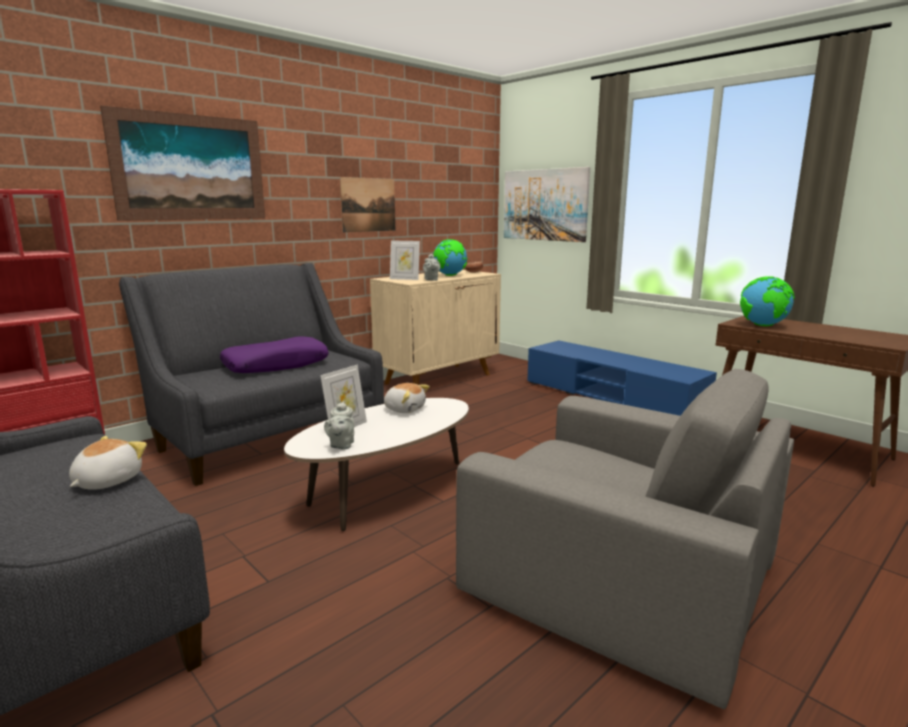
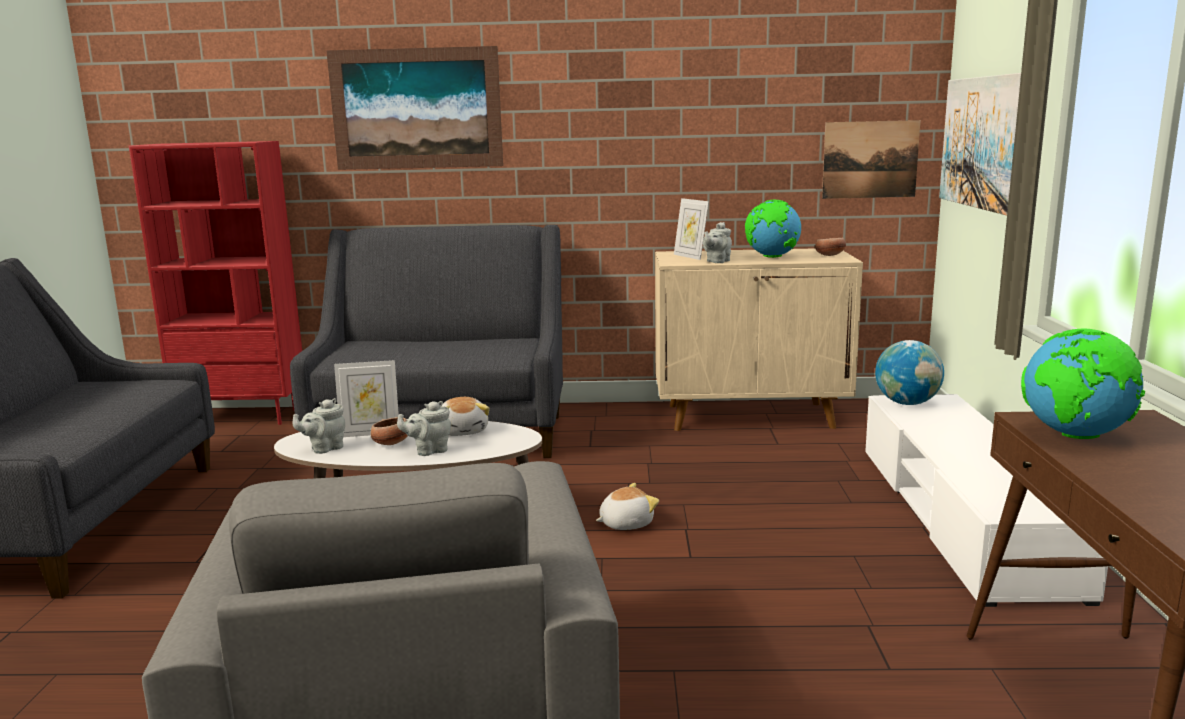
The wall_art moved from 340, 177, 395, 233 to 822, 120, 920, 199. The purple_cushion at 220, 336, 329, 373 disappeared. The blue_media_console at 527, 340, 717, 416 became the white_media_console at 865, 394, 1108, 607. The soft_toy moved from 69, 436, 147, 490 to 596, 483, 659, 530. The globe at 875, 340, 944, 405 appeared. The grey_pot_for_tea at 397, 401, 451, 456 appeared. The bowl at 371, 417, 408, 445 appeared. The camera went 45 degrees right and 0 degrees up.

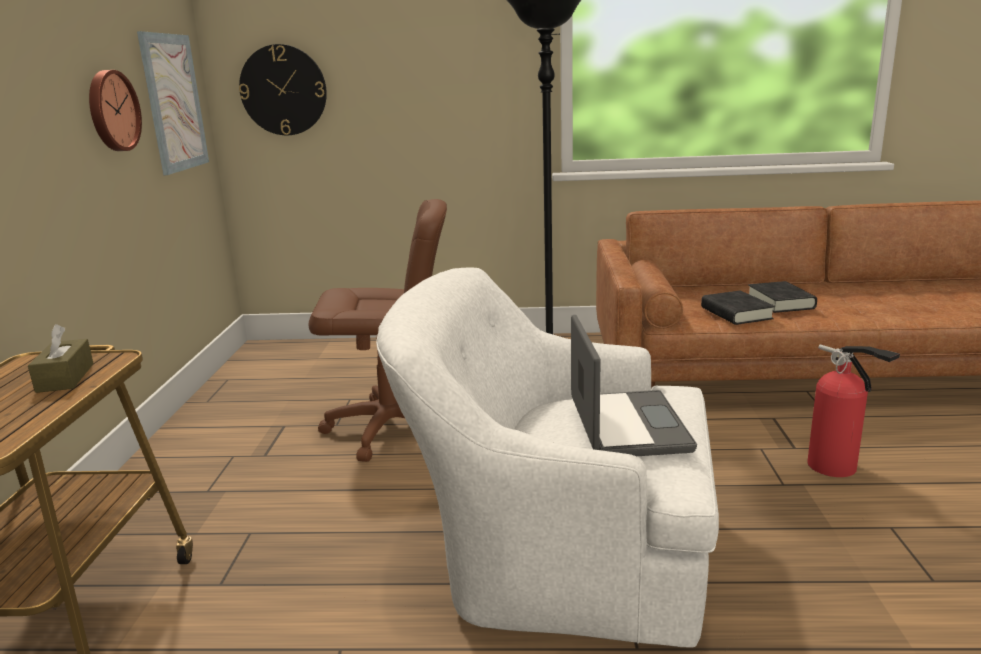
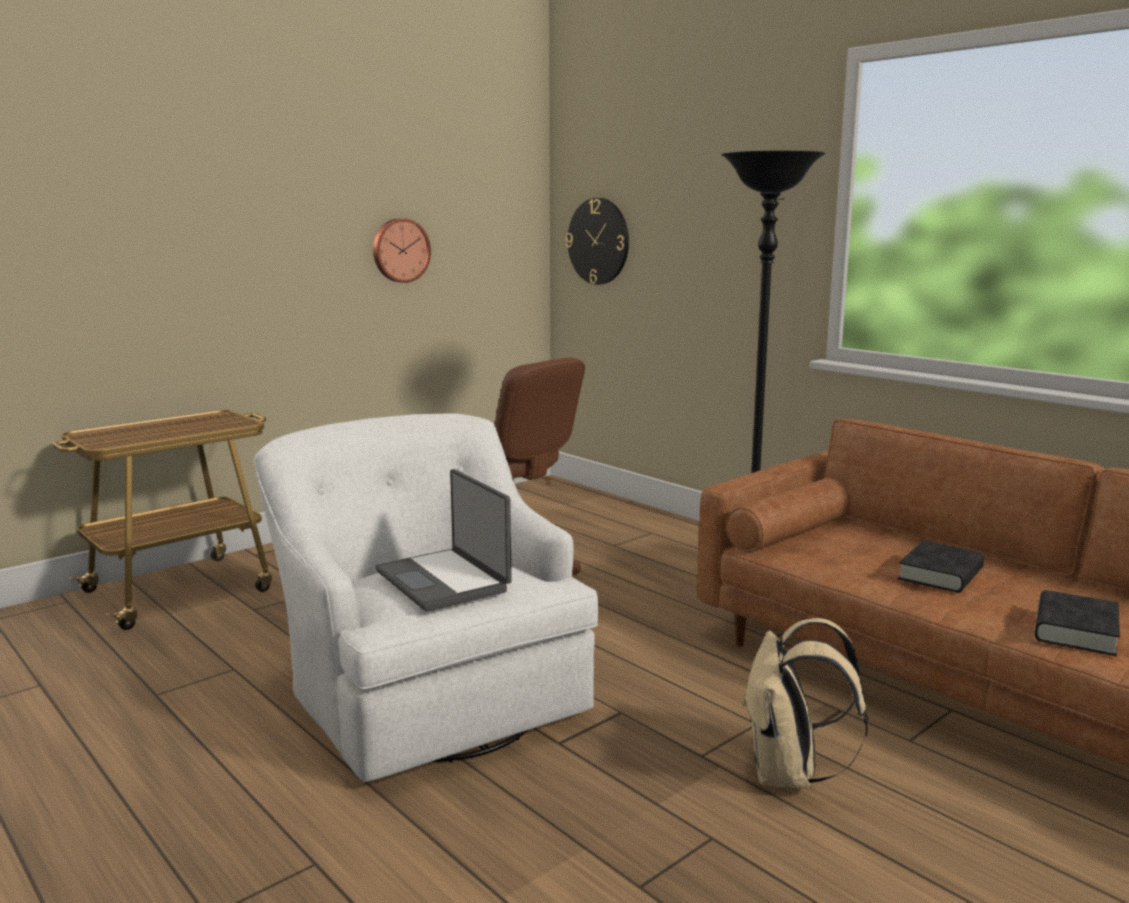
The wall_art at 137, 31, 209, 175 disappeared. The black_volume moved from 701, 290, 775, 325 to 1035, 590, 1120, 656. The laptop at 571, 315, 697, 456 turned 105 degrees clockwise. The brown_tissue_box at 28, 324, 94, 393 disappeared. The fire_extinguisher at 807, 344, 900, 477 was replaced by the beige_rucksack at 743, 618, 868, 790. The camera went 45 degrees right and 5 degrees down.

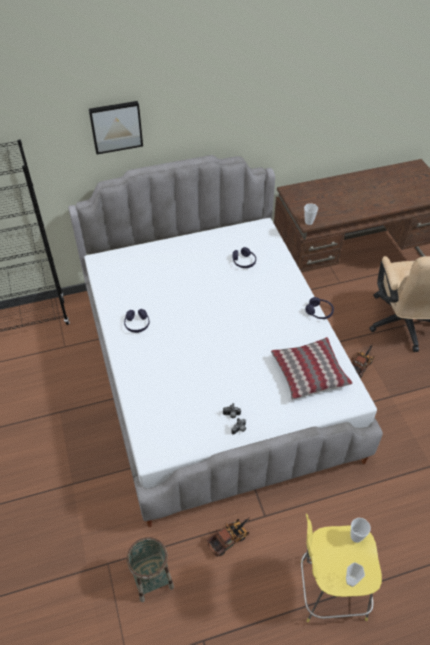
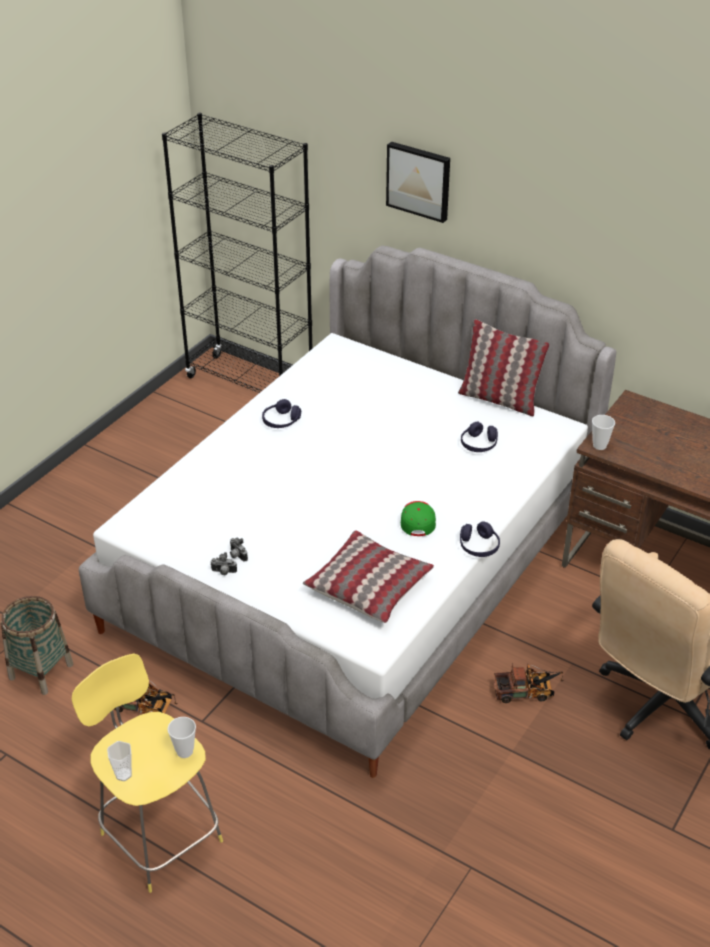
The cushion at 458, 319, 549, 416 appeared. The green-coloured_baseball_cap at 401, 501, 436, 536 appeared. The camera went 50 degrees right and 10 degrees down.

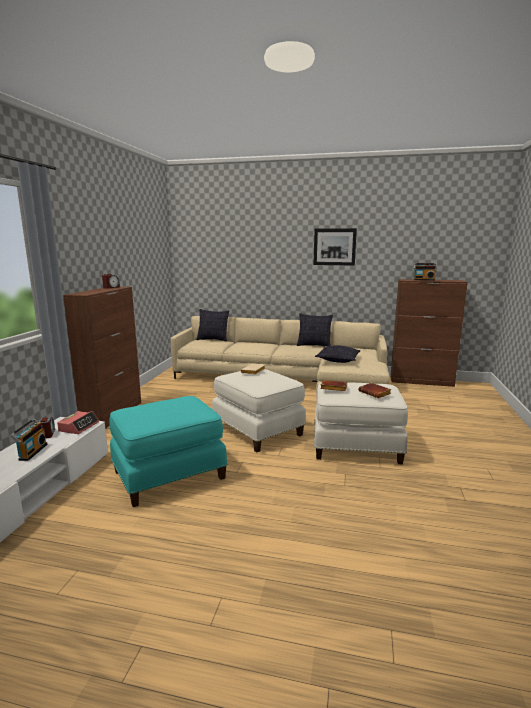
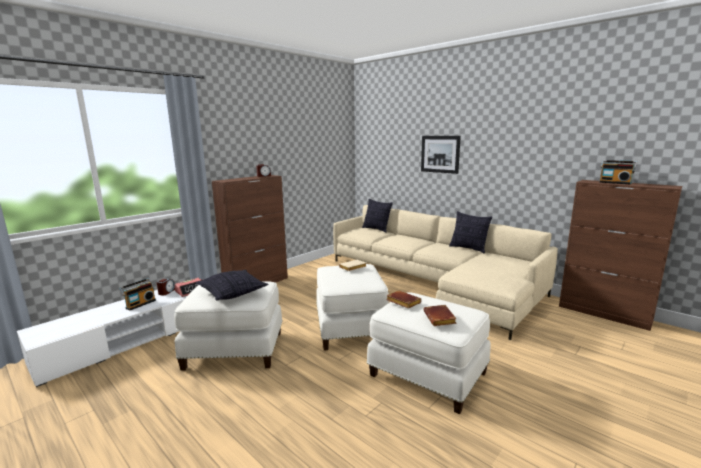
The wall_art moved from 314, 228, 357, 265 to 421, 136, 461, 174. The cushion moved from 315, 345, 361, 363 to 196, 270, 268, 301. The blue-green_pouffe at 109, 396, 227, 507 became the white_pouffe at 174, 281, 282, 370. The camera went 30 degrees right and 0 degrees up.

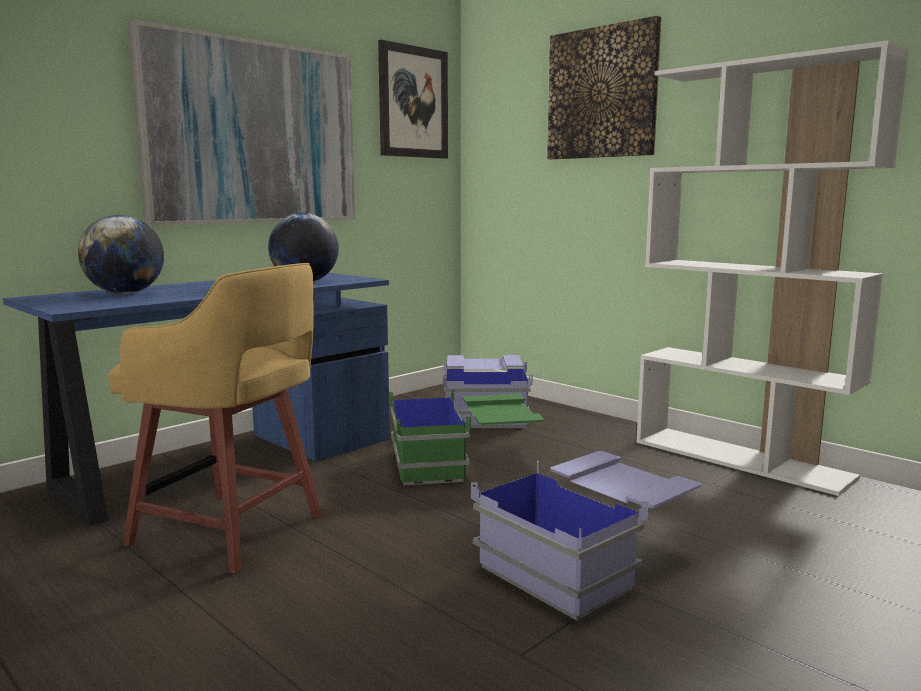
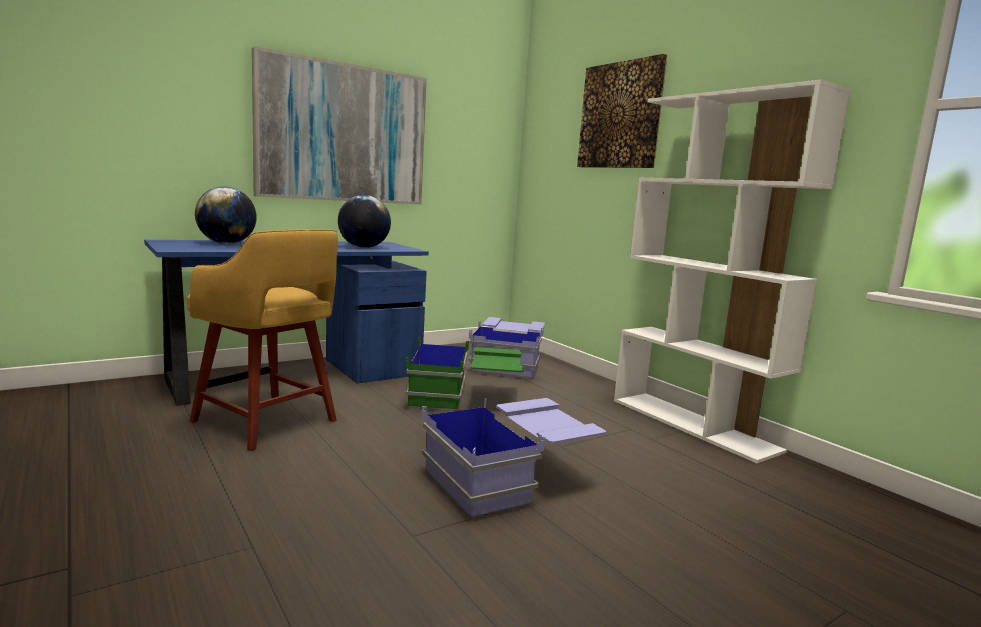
The wall_art at 378, 40, 448, 159 disappeared. The camera went 10 degrees right and 0 degrees up.

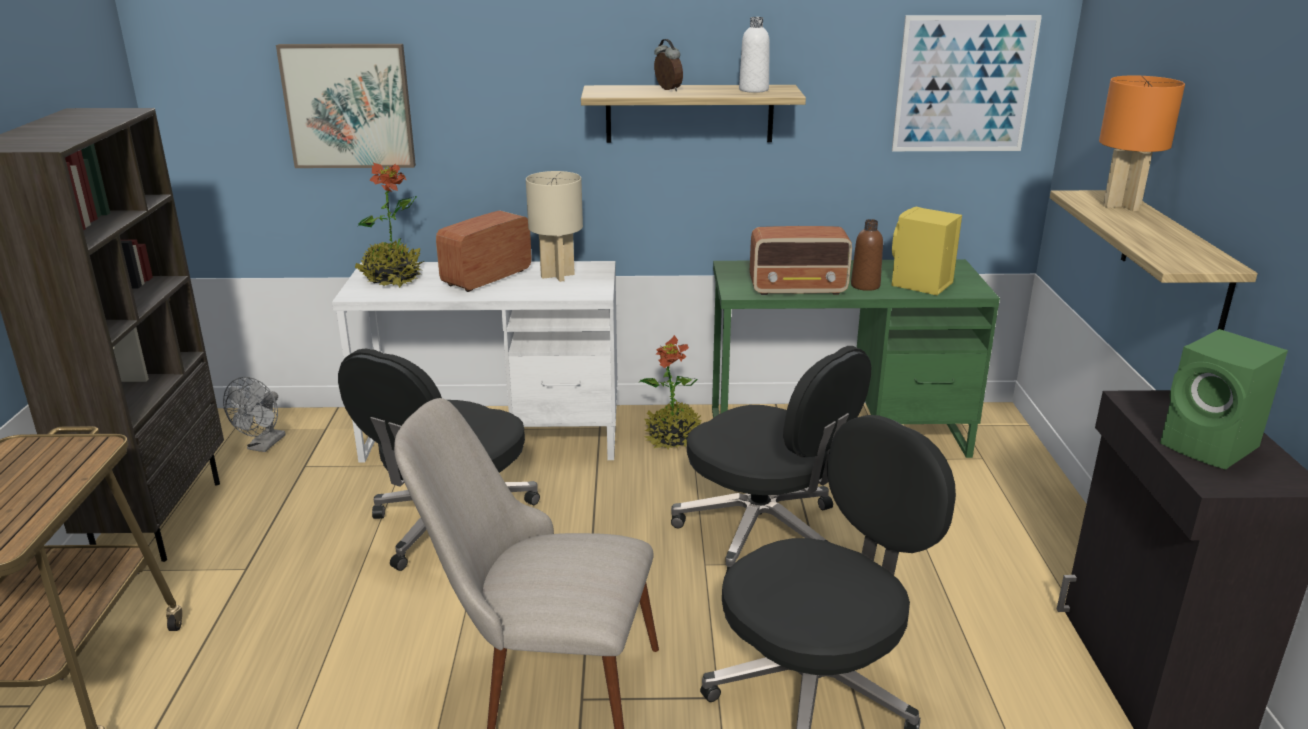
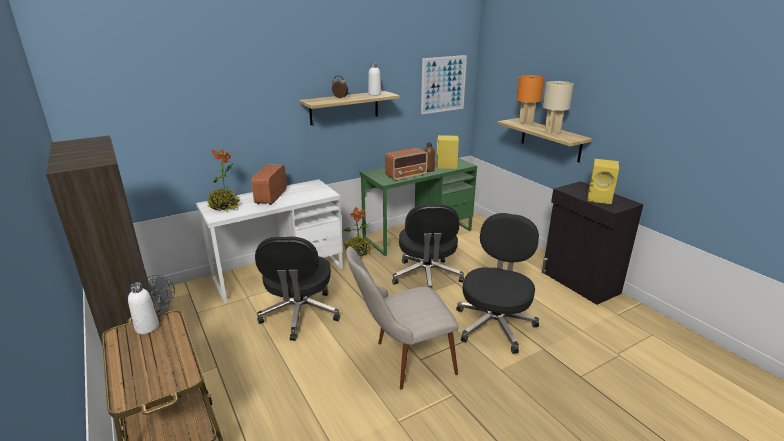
The wall_art at 276, 44, 416, 168 disappeared. The beige_table_lamp moved from 526, 171, 583, 282 to 543, 81, 574, 134. The green-coloured_loudspeaker at 1160, 329, 1288, 470 became the yellowish_loudspeaker at 587, 159, 619, 204. The black_computer_chair at 671, 346, 871, 573 turned 75 degrees clockwise. The white_beverage_bottle at 128, 282, 159, 334 appeared. The camera went 30 degrees left and 0 degrees up.

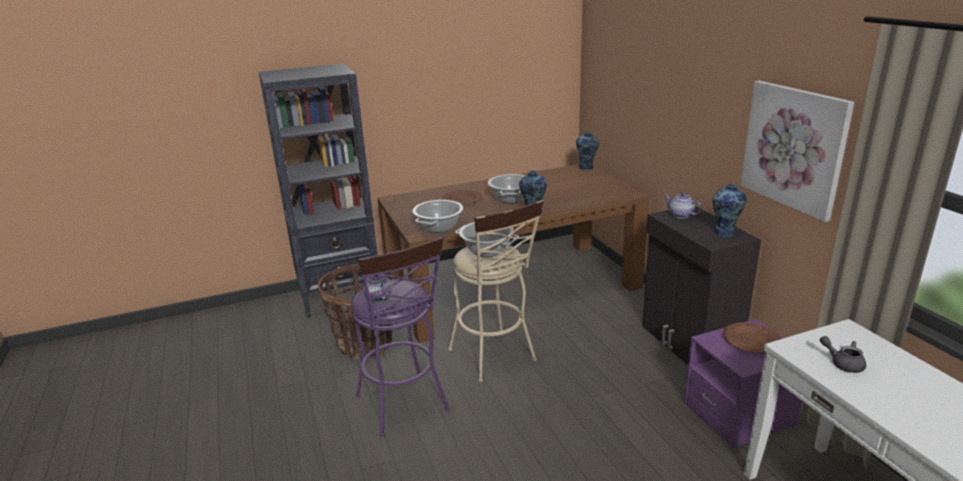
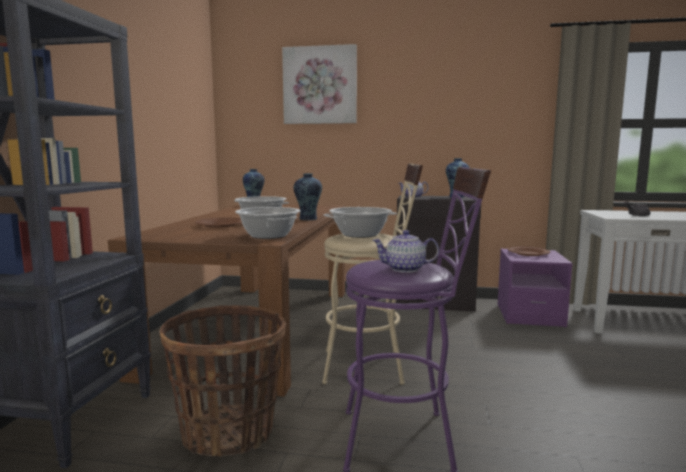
The wall_art moved from 740, 81, 854, 222 to 282, 44, 357, 124. The camera went 60 degrees left and 15 degrees down.

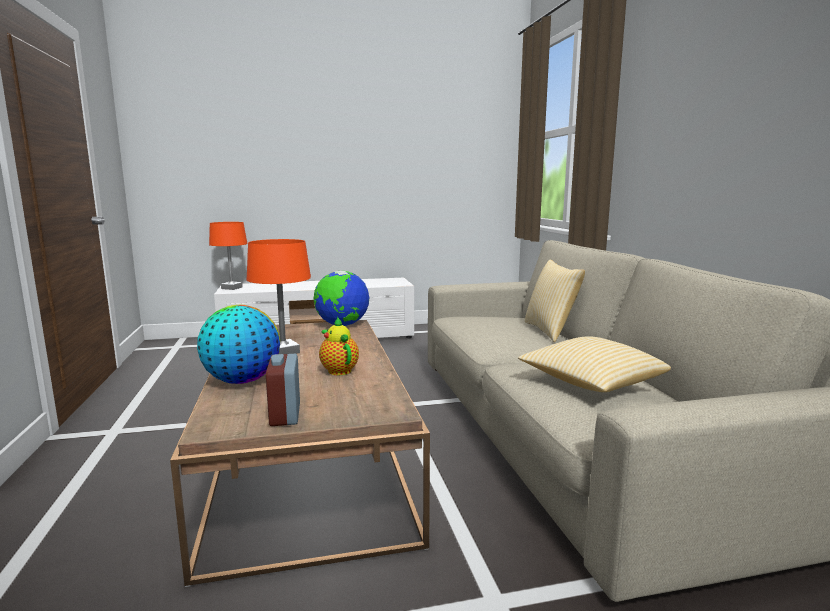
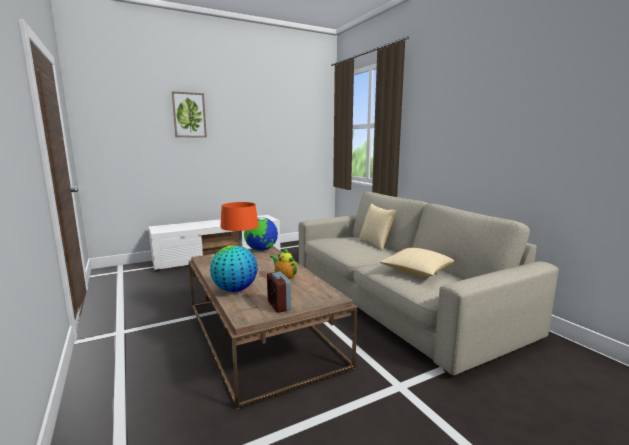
The orange-coloured_table_lamp at 209, 222, 247, 290 disappeared. The wall_art at 172, 91, 207, 137 appeared. The camera went 15 degrees left and 0 degrees up.

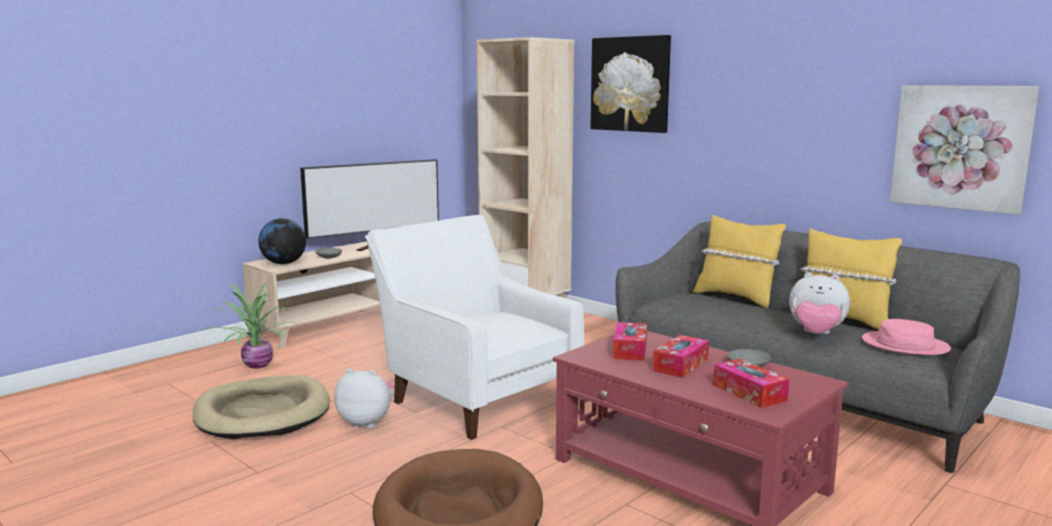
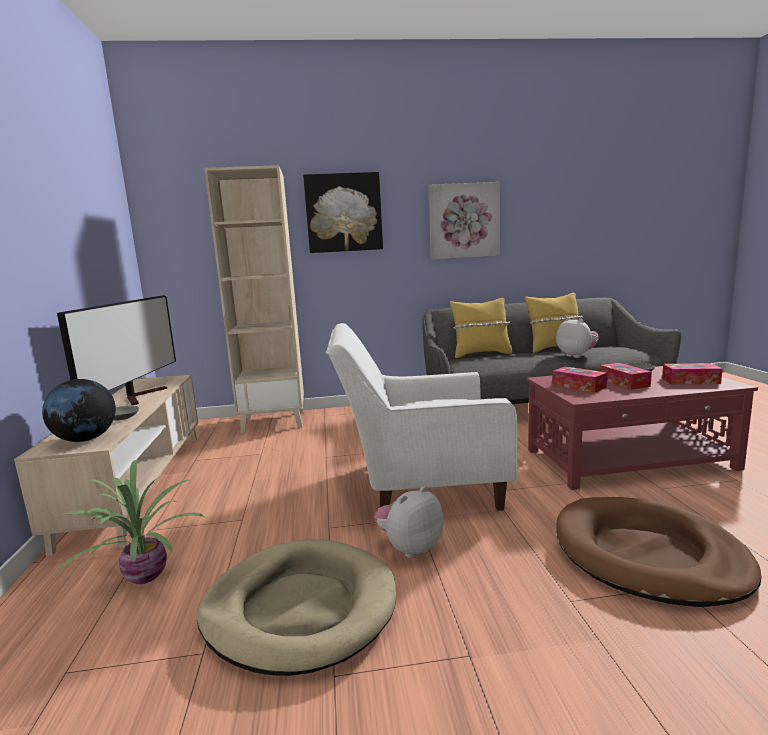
The wall_art moved from 890, 85, 1039, 215 to 428, 182, 500, 260. The soft_toy at 789, 272, 850, 334 turned 90 degrees counterclockwise. The pinkish_hat at 862, 319, 951, 355 disappeared. The camera went 50 degrees left and 0 degrees up.

